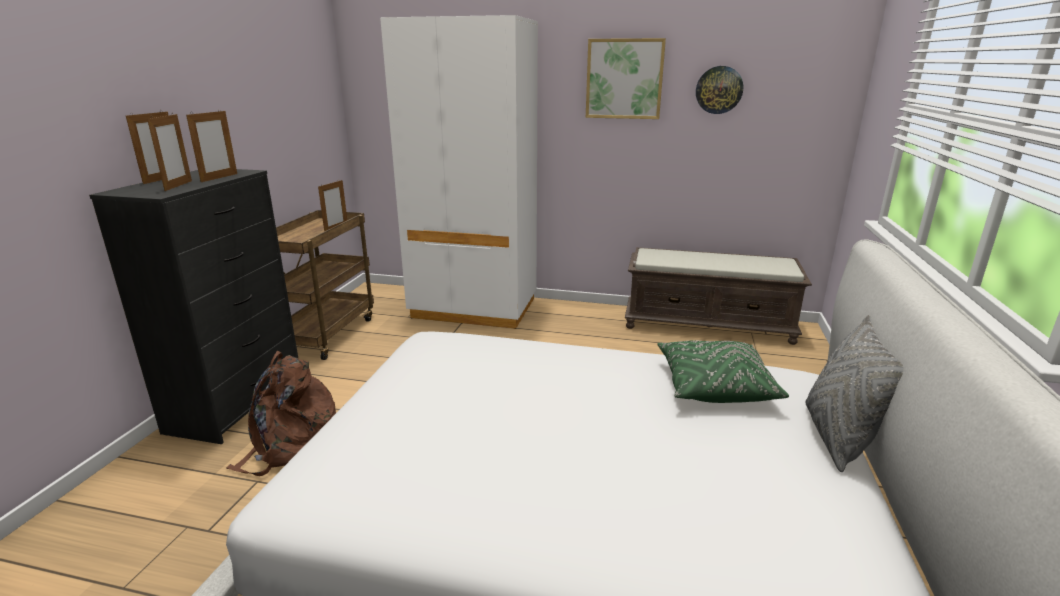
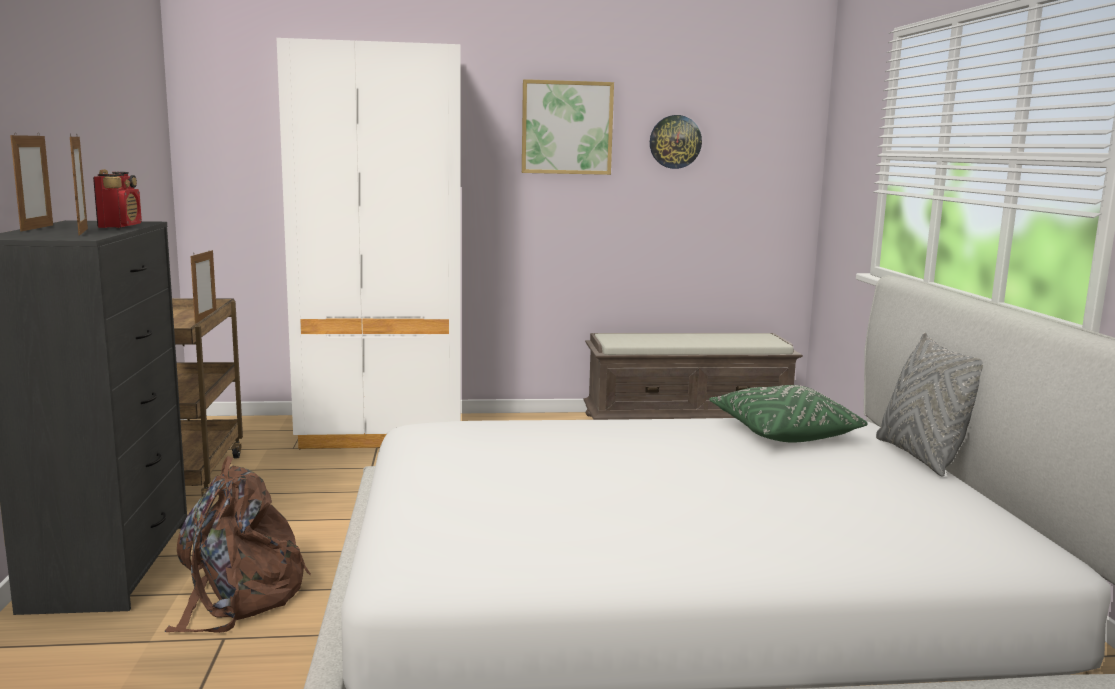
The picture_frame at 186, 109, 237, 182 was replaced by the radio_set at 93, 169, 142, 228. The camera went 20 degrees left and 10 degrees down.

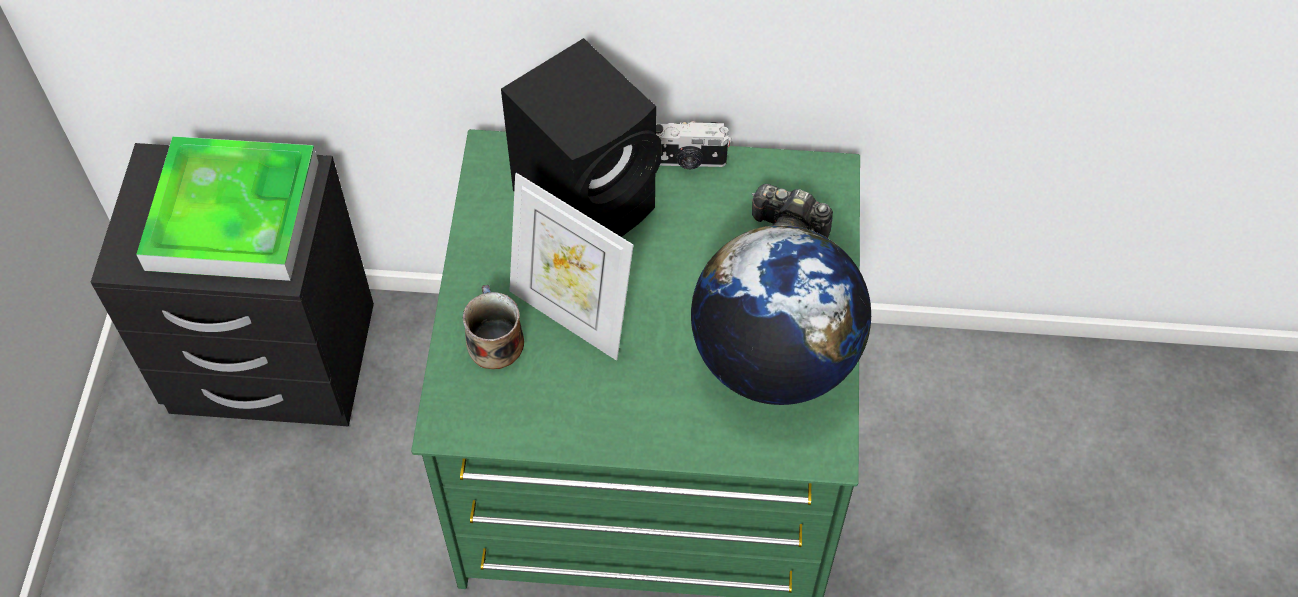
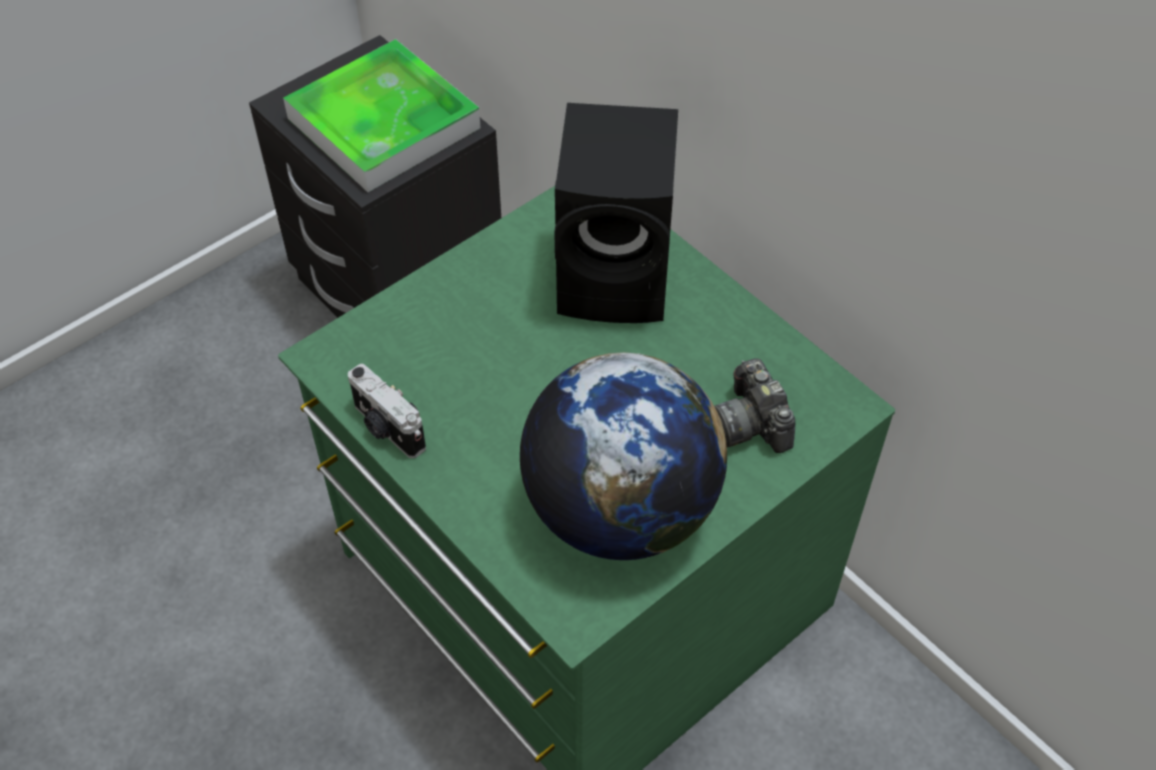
The photo_camera moved from 656, 121, 732, 169 to 348, 364, 426, 458. The picture_frame at 509, 173, 633, 361 disappeared. The coffee_mug at 463, 285, 524, 369 disappeared. The camera went 45 degrees right and 5 degrees down.

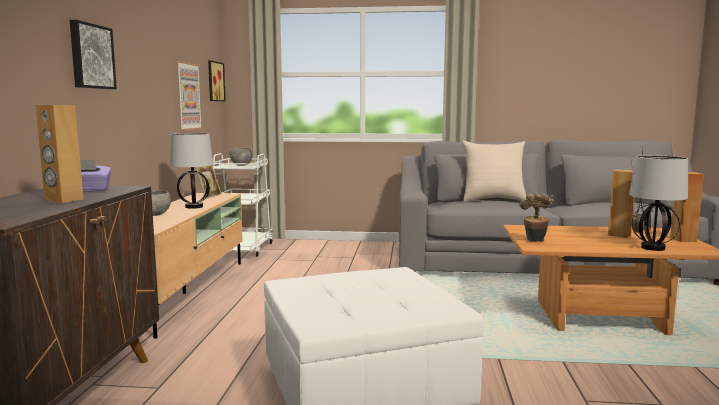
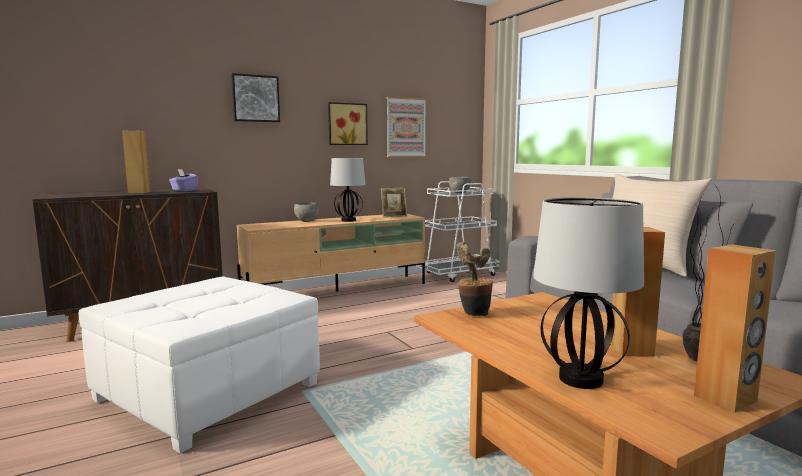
The wall_art moved from 208, 60, 226, 101 to 328, 102, 368, 145. The camera went 55 degrees right and 0 degrees up.

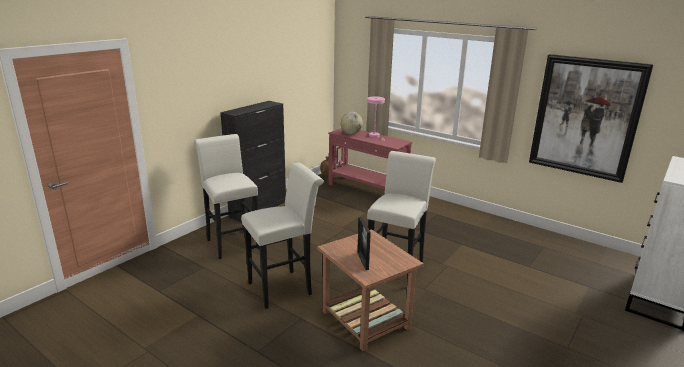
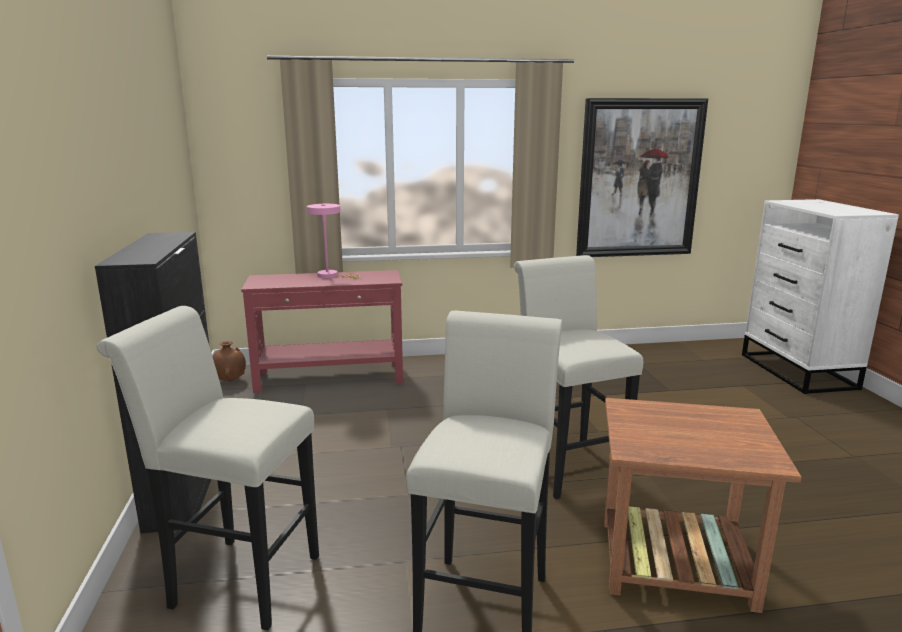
The globe at 340, 112, 363, 135 disappeared. The picture_frame at 357, 217, 371, 270 disappeared. The camera went 45 degrees left and 5 degrees down.

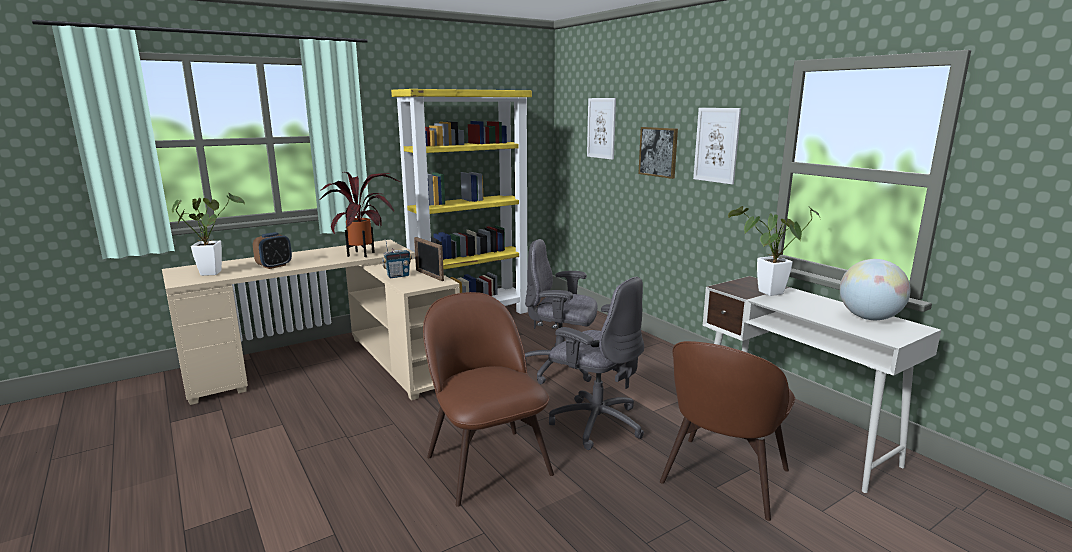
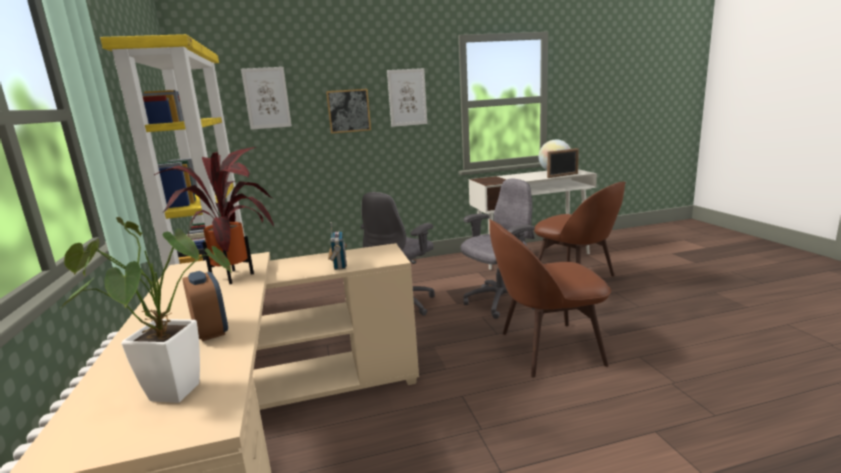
The houseplant at 728, 206, 820, 296 disappeared. The picture_frame moved from 414, 237, 444, 281 to 547, 148, 579, 178. The camera went 70 degrees left and 0 degrees up.

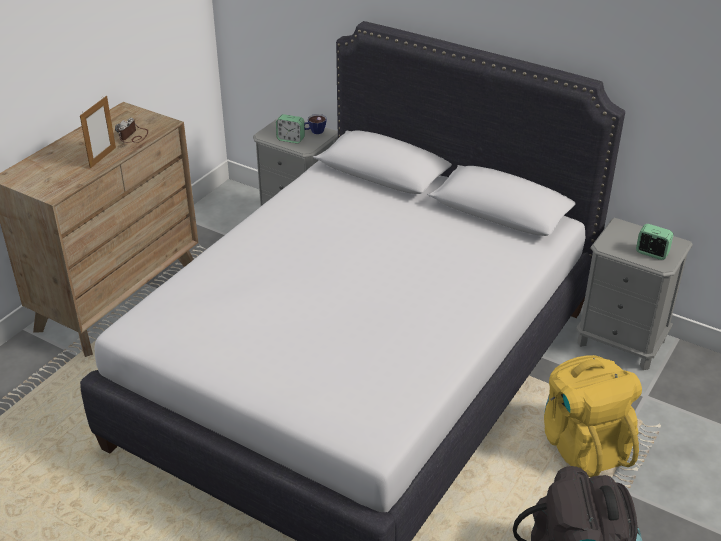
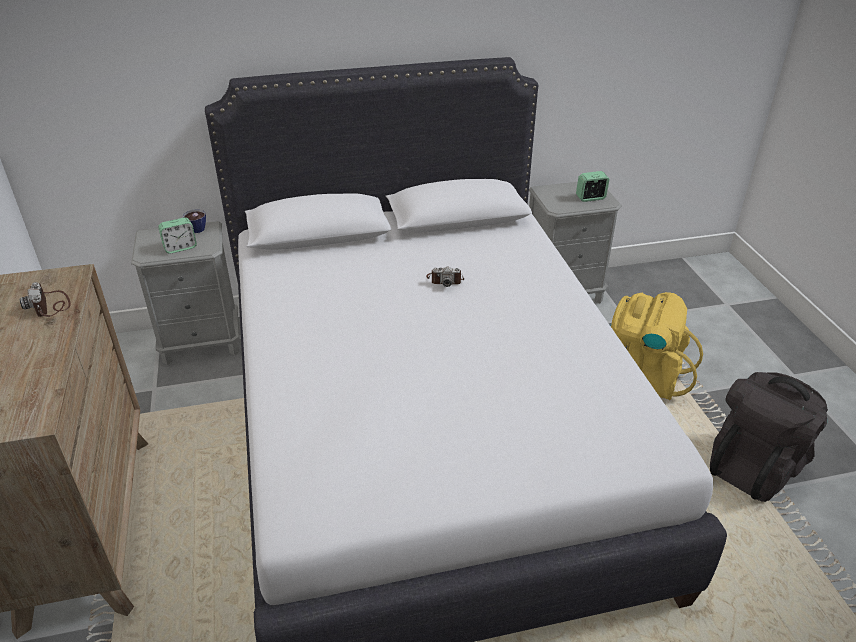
The picture_frame at 80, 96, 116, 169 disappeared. The photo_camera at 426, 266, 464, 287 appeared. The camera went 45 degrees left and 0 degrees up.

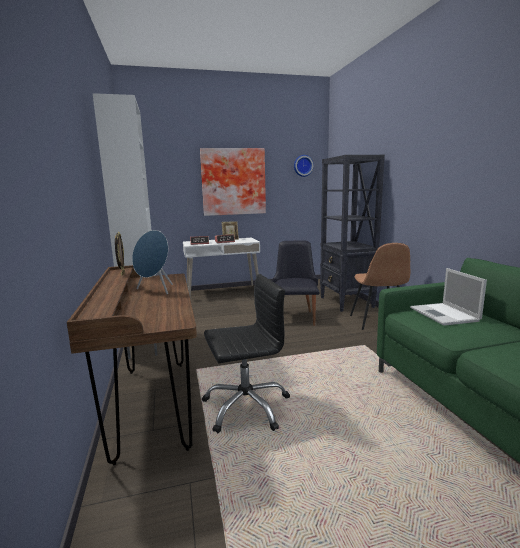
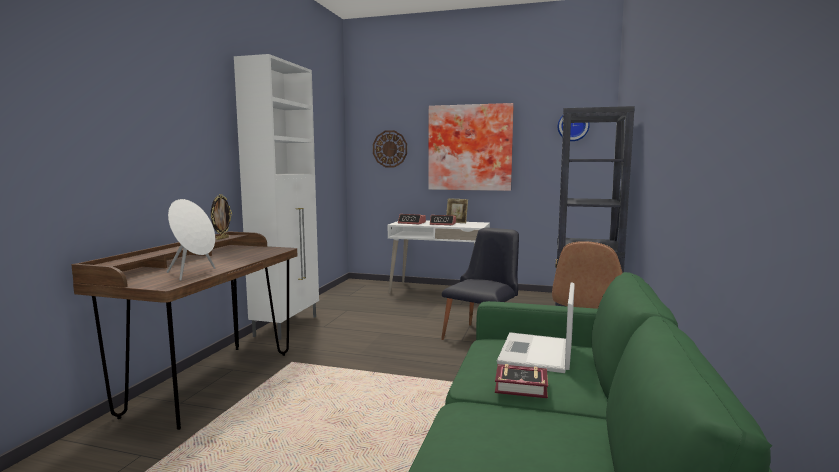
The blue_loudspeaker at 132, 230, 173, 294 disappeared. The black_computer_chair at 202, 274, 290, 433 disappeared. The hanging_clock at 373, 130, 407, 167 appeared. The white_loudspeaker at 167, 199, 216, 281 appeared. The volume at 495, 364, 548, 398 appeared. The camera went 30 degrees right and 5 degrees down.

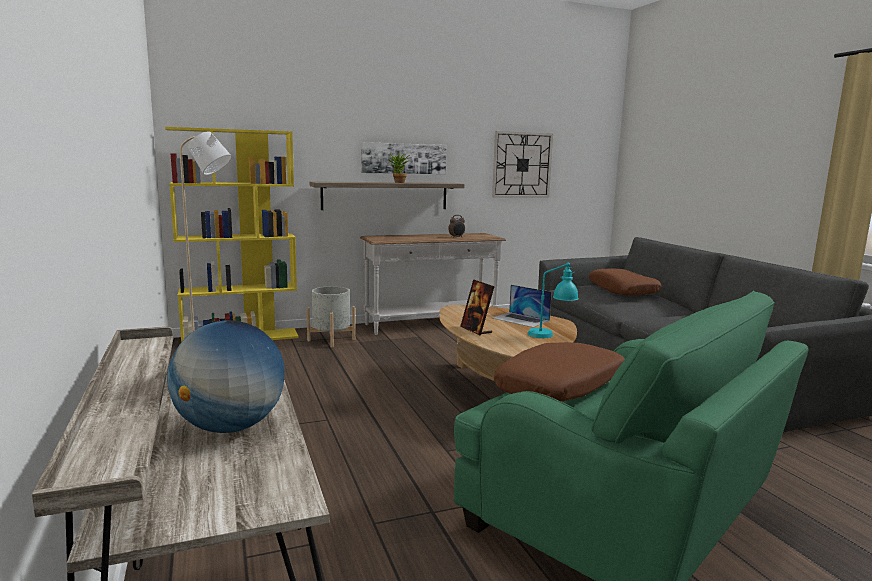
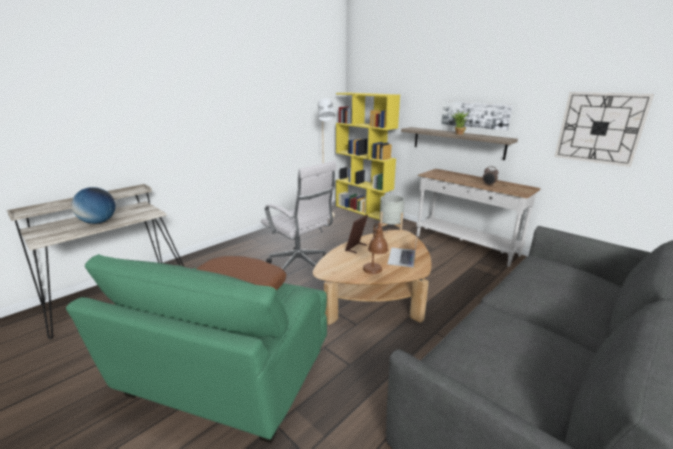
The blue-green_table_lamp at 528, 263, 579, 338 became the brown_table_lamp at 363, 223, 388, 274. The brown_cushion at 589, 268, 661, 296 disappeared. The white_computer_chair at 261, 161, 337, 270 appeared. The camera went 65 degrees right and 10 degrees up.

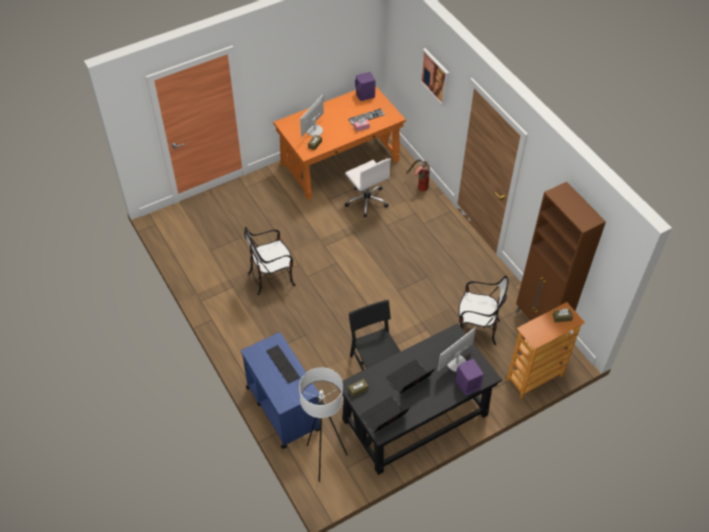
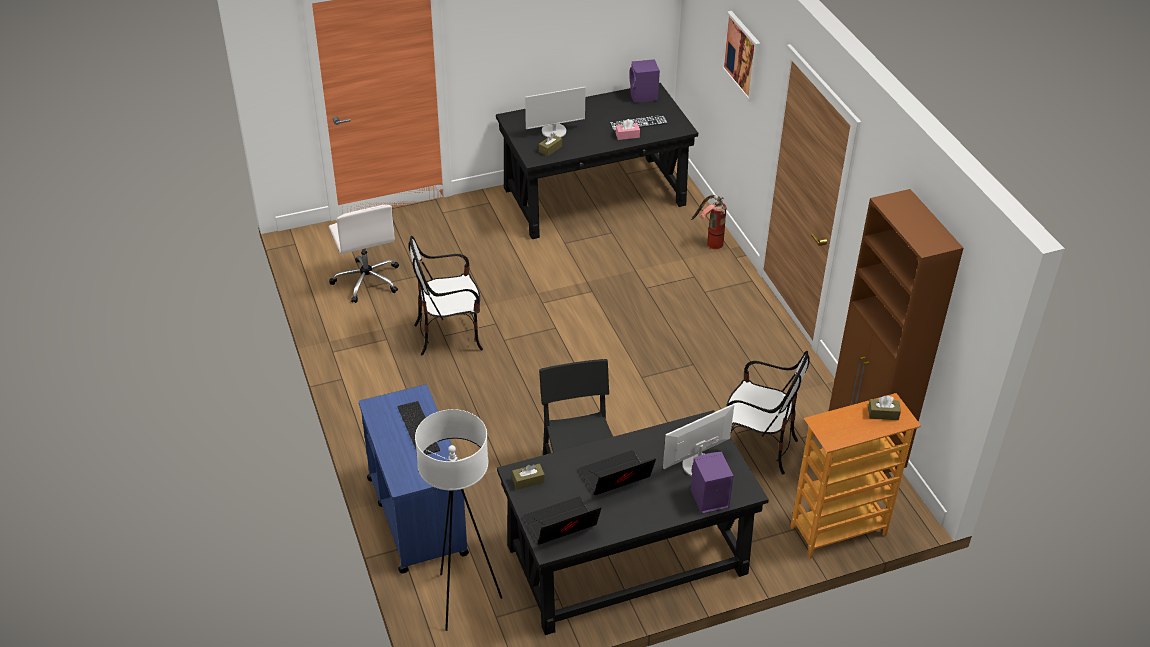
The orange-coloured_desk_table at 273, 85, 406, 200 became the black_desk_table at 496, 83, 698, 239. The computer_screen at 300, 95, 324, 137 turned 150 degrees counterclockwise. The white_computer_chair moved from 345, 158, 391, 217 to 329, 205, 399, 303. The camera went 10 degrees right and 10 degrees down.

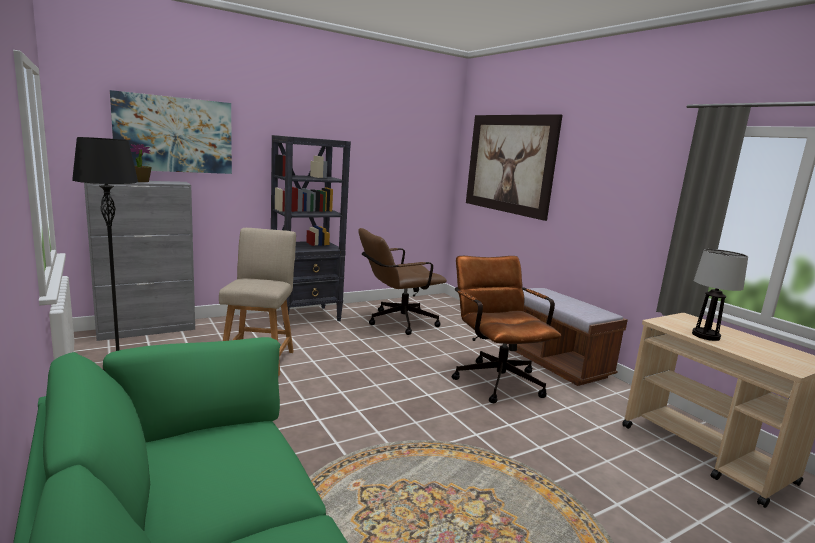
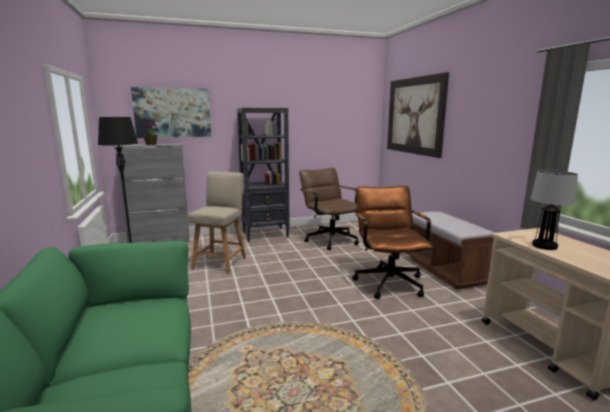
The brown_computer_chair at 358, 228, 447, 335 turned 75 degrees clockwise. The camera went 15 degrees right and 0 degrees up.

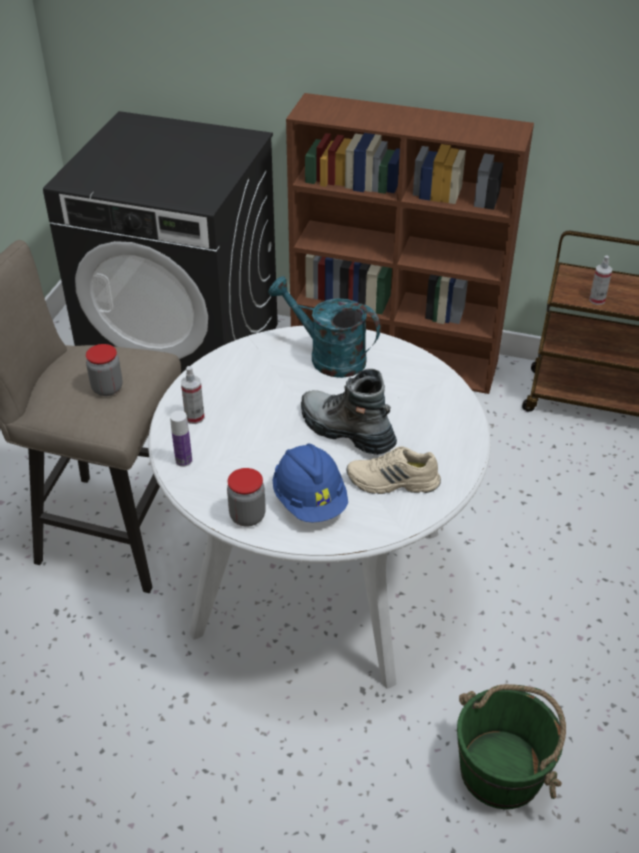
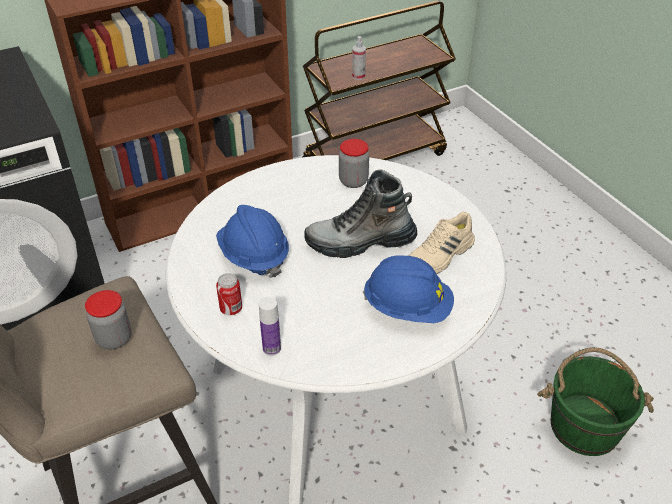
The blue-green_watering_can at 268, 276, 380, 378 disappeared. The sprayer at 181, 366, 205, 424 was replaced by the sealed_can at 216, 273, 242, 315. The storage_jar moved from 227, 468, 266, 527 to 339, 139, 369, 188. The blue_hard_hat at 216, 205, 289, 278 appeared. The camera went 45 degrees left and 0 degrees up.

